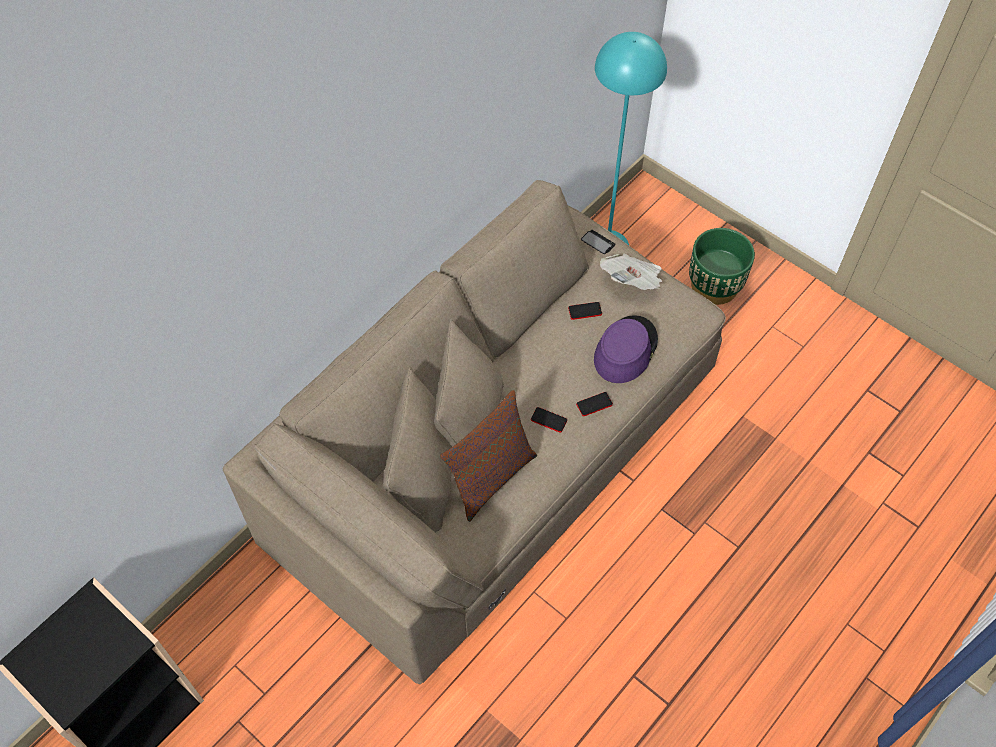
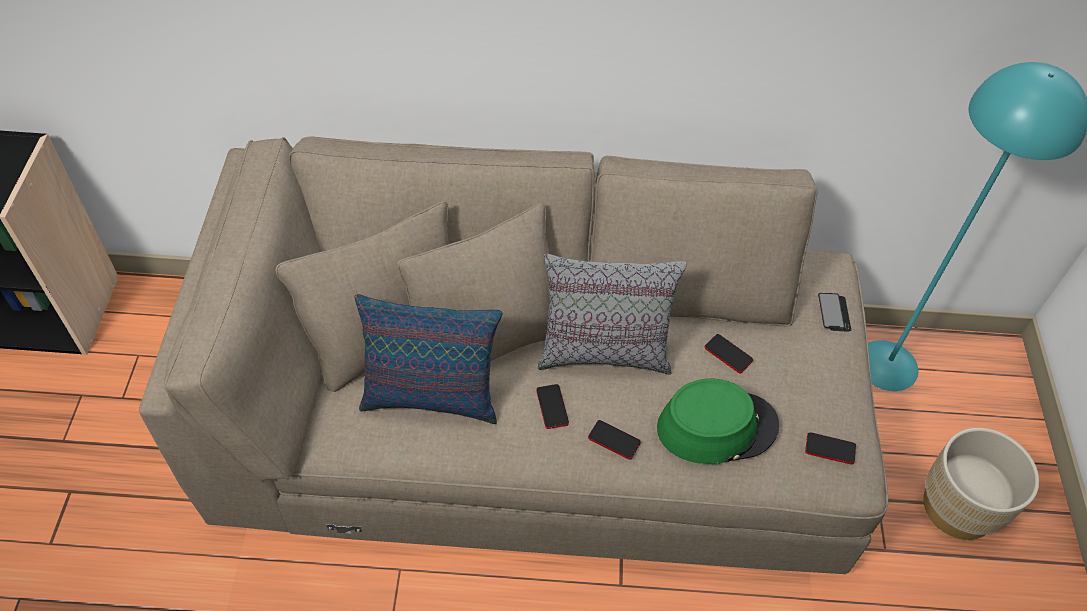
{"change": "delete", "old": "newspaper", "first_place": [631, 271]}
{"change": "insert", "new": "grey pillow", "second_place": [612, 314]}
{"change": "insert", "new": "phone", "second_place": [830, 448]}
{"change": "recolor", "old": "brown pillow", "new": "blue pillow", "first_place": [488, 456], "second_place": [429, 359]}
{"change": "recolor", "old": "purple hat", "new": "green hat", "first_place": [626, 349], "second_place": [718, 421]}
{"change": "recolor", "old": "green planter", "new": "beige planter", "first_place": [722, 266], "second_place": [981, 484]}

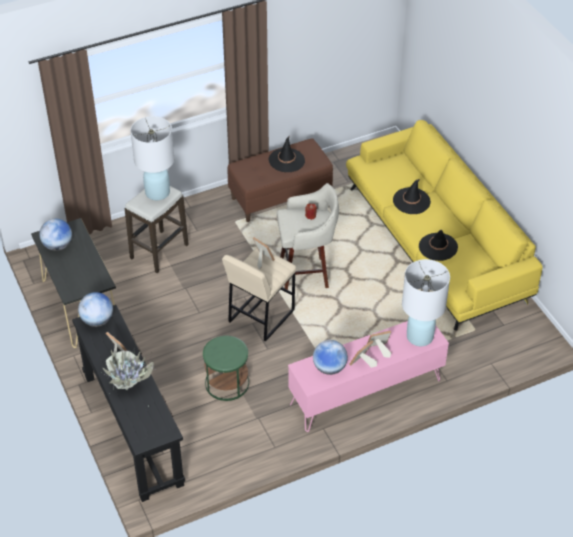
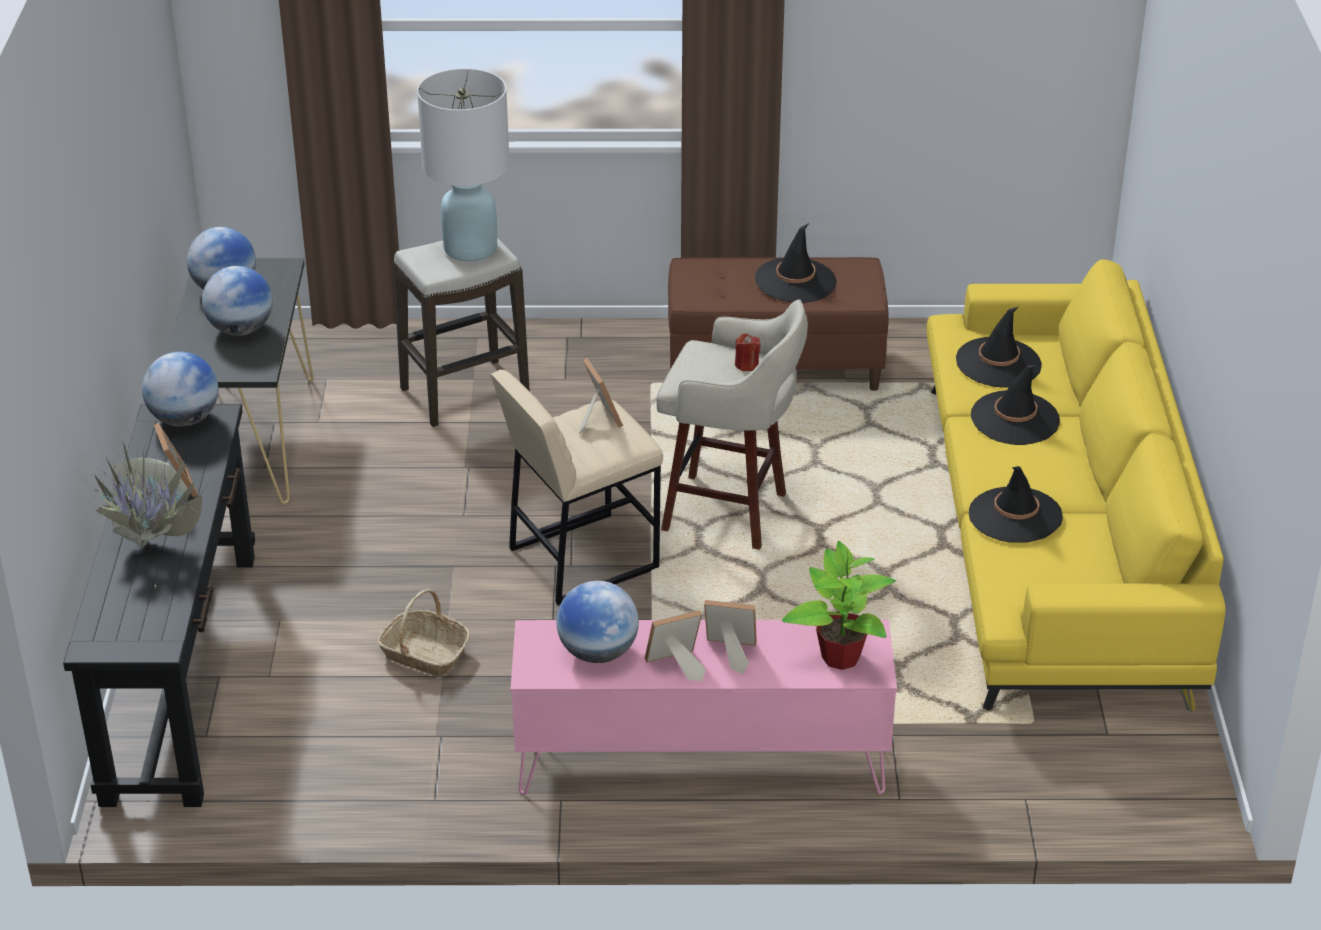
{"change": "insert", "new": "globe", "second_place": [237, 301]}
{"change": "insert", "new": "black hat", "second_place": [999, 347]}
{"change": "replace", "old": "green side table", "new": "basket", "first_place": [226, 368], "second_place": [423, 632]}
{"change": "replace", "old": "white table lamp", "new": "potted plant", "first_place": [426, 302], "second_place": [839, 605]}

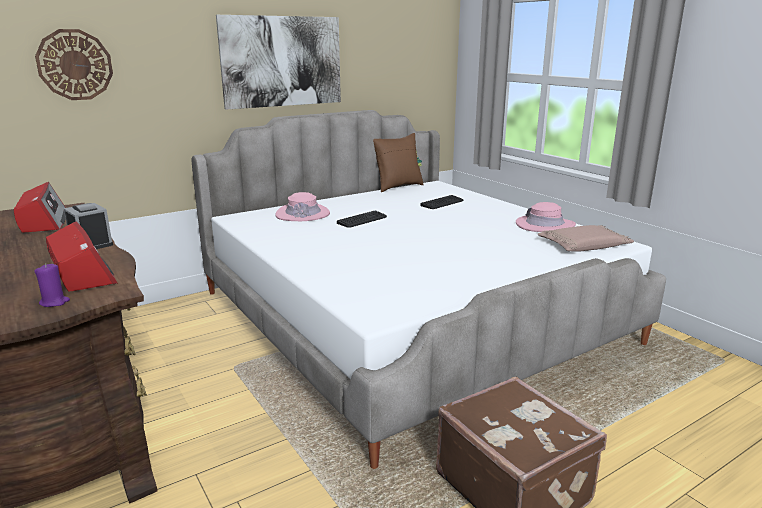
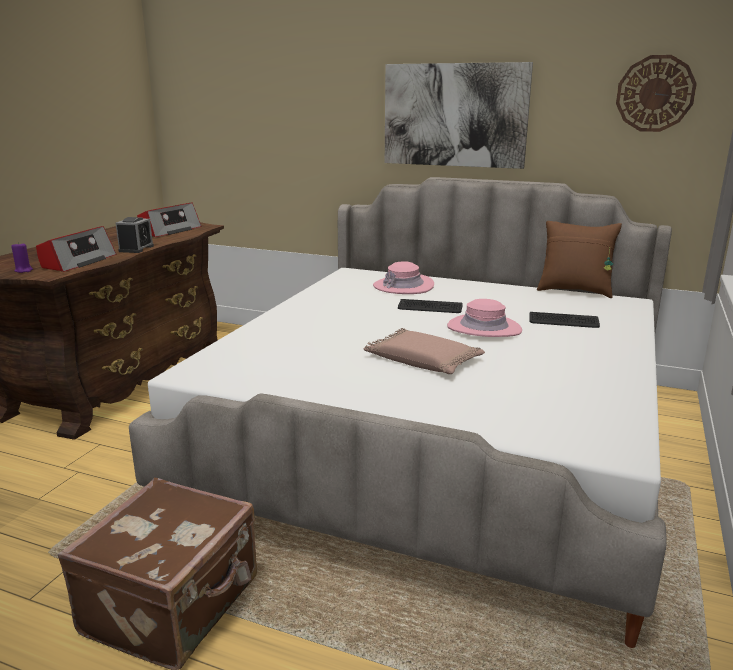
{"change": "move", "old": "wall clock", "first_place": [74, 64], "second_place": [656, 93]}
{"change": "move", "old": "pink hat", "first_place": [546, 217], "second_place": [484, 318]}
{"change": "move", "old": "beige pillow", "first_place": [586, 238], "second_place": [424, 351]}

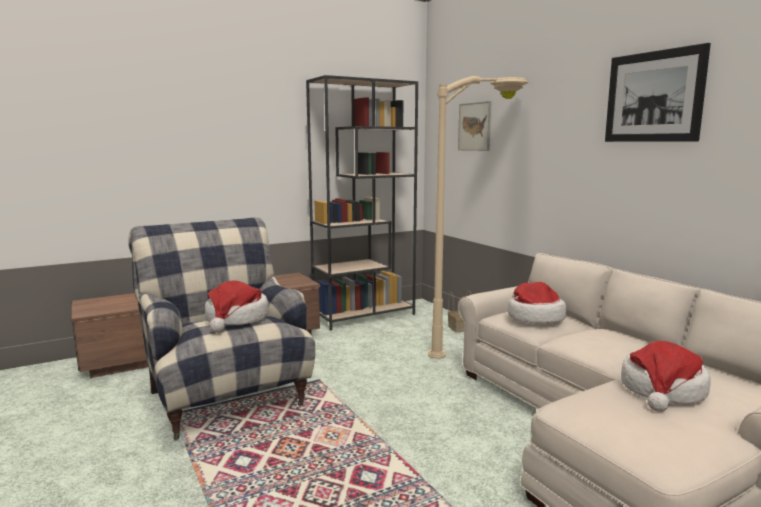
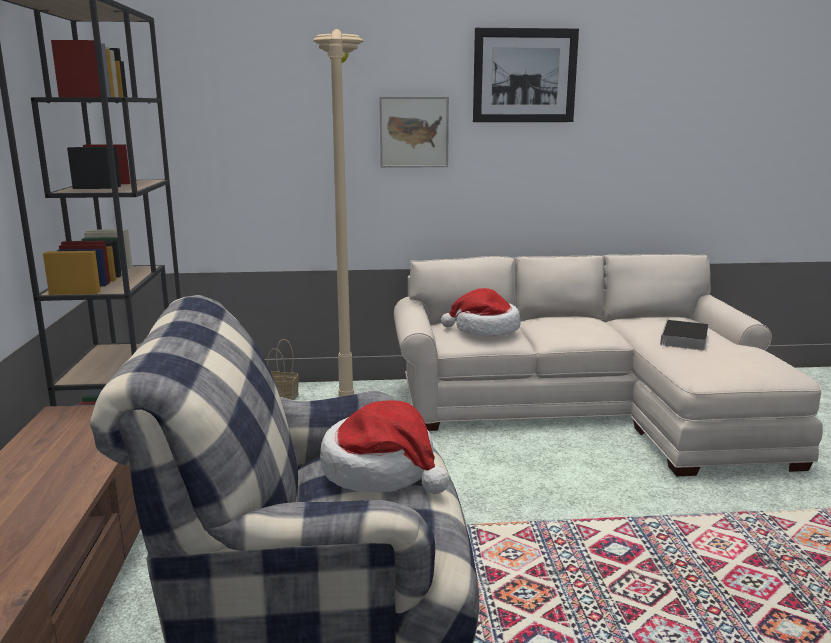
{"change": "move", "old": "picture", "first_place": [474, 126], "second_place": [414, 132]}
{"change": "replace", "old": "hat", "new": "book", "first_place": [666, 376], "second_place": [684, 335]}

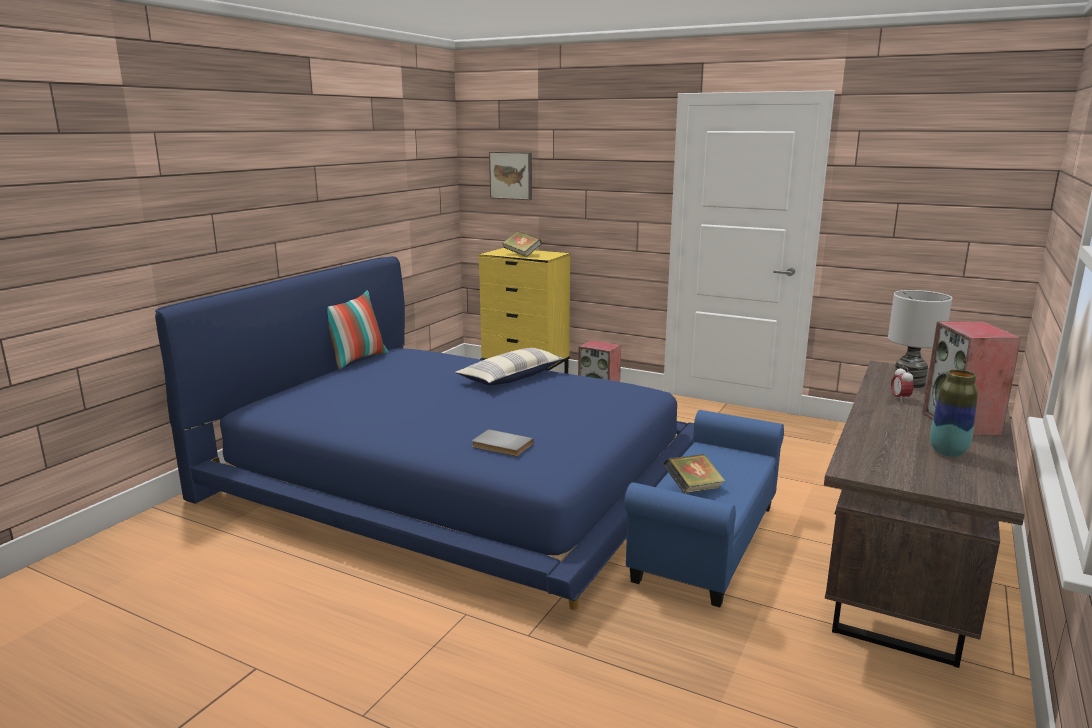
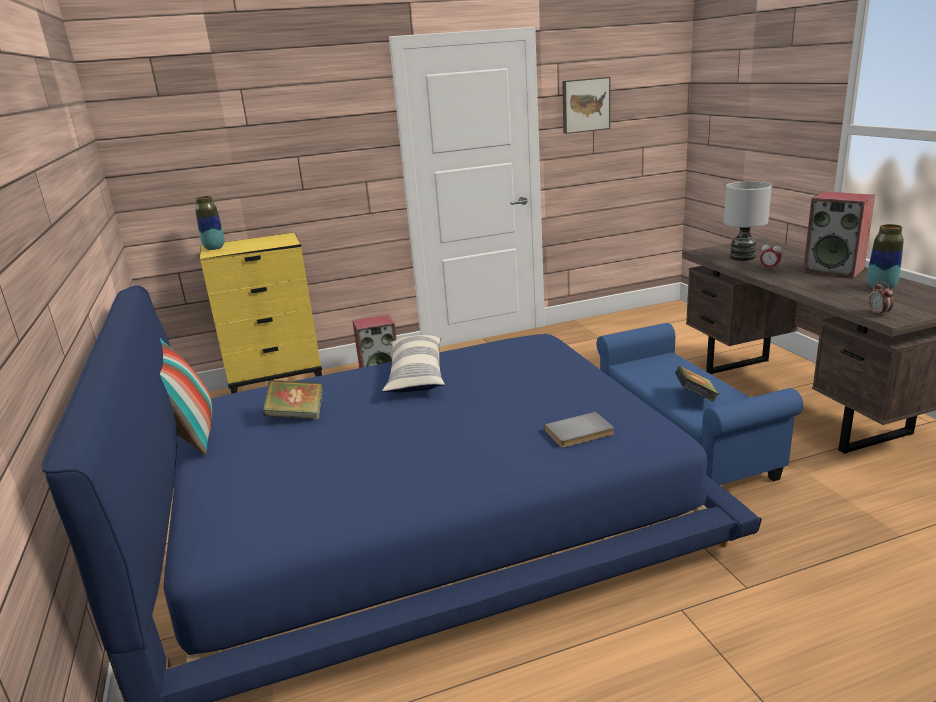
{"change": "insert", "new": "vase", "second_place": [209, 223]}
{"change": "insert", "new": "alarm clock", "second_place": [881, 298]}
{"change": "move", "old": "picture", "first_place": [510, 176], "second_place": [586, 105]}
{"change": "move", "old": "book", "first_place": [522, 244], "second_place": [293, 399]}

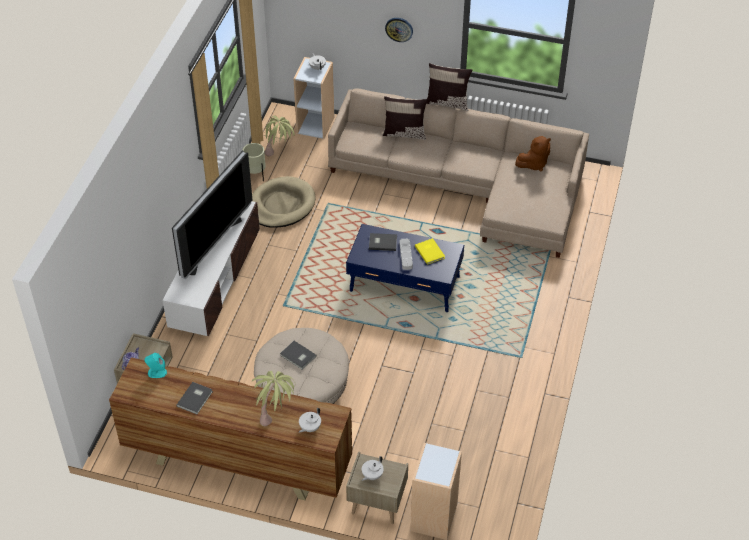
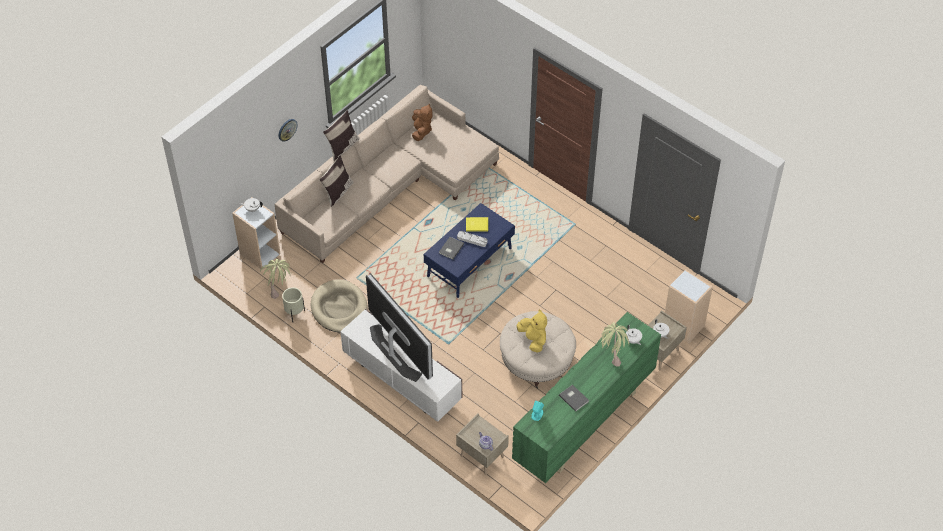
{"change": "replace", "old": "grey book", "new": "yellow plush toy", "first_place": [298, 355], "second_place": [531, 331]}
{"change": "recolor", "old": "brown cabinet", "new": "green cabinet", "first_place": [230, 428], "second_place": [586, 397]}

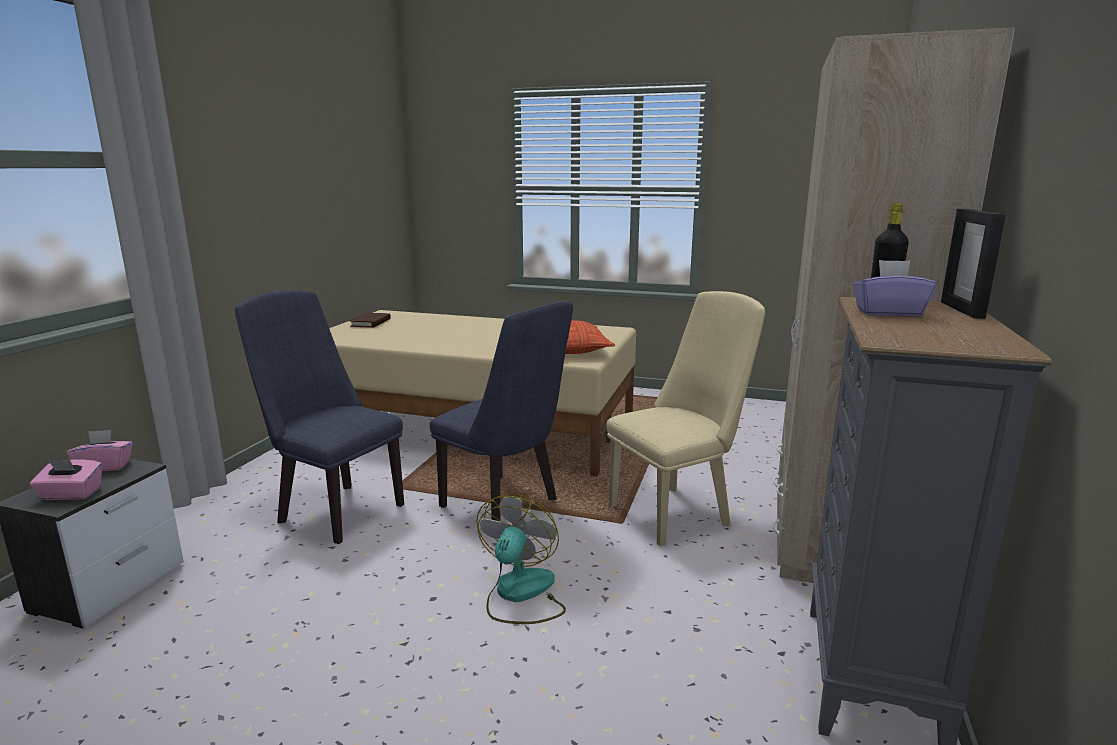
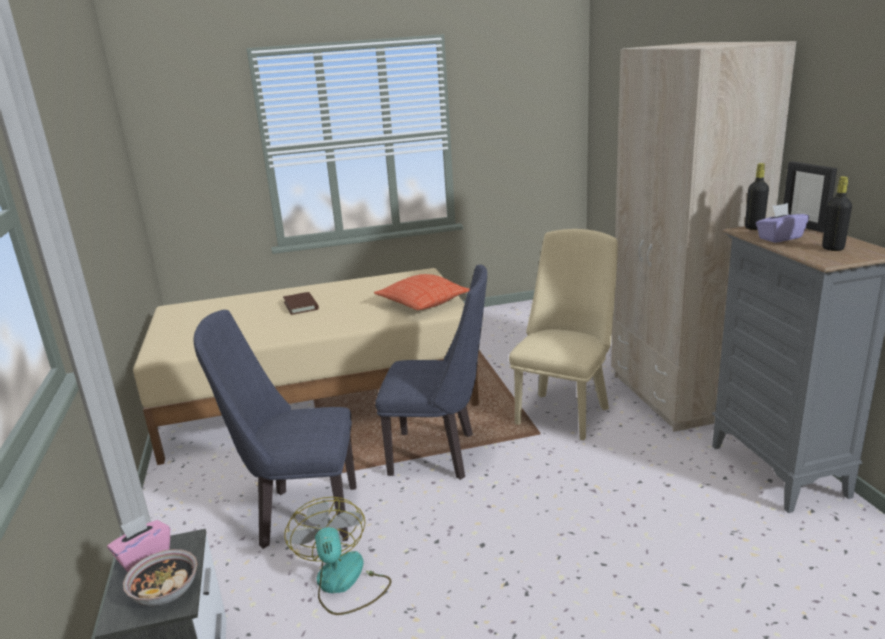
{"change": "insert", "new": "black bottle", "second_place": [837, 213]}
{"change": "move", "old": "brown book", "first_place": [370, 320], "second_place": [301, 303]}
{"change": "move", "old": "fan", "first_place": [521, 559], "second_place": [338, 556]}
{"change": "replace", "old": "pink tissue box", "new": "bowl", "first_place": [66, 479], "second_place": [160, 577]}

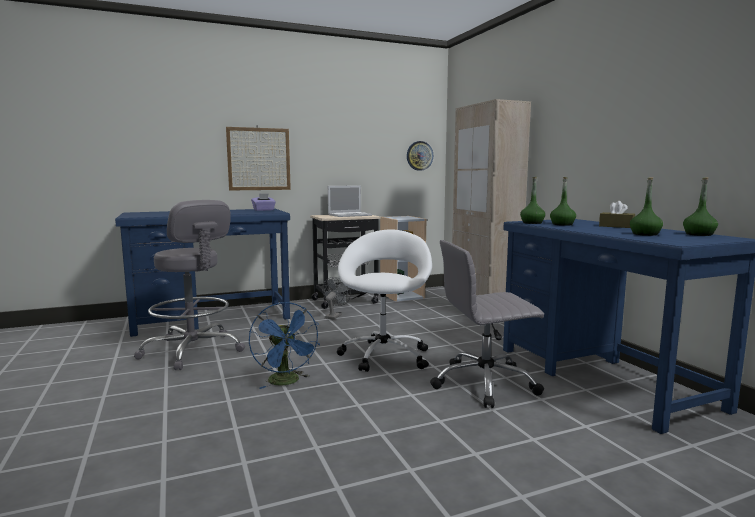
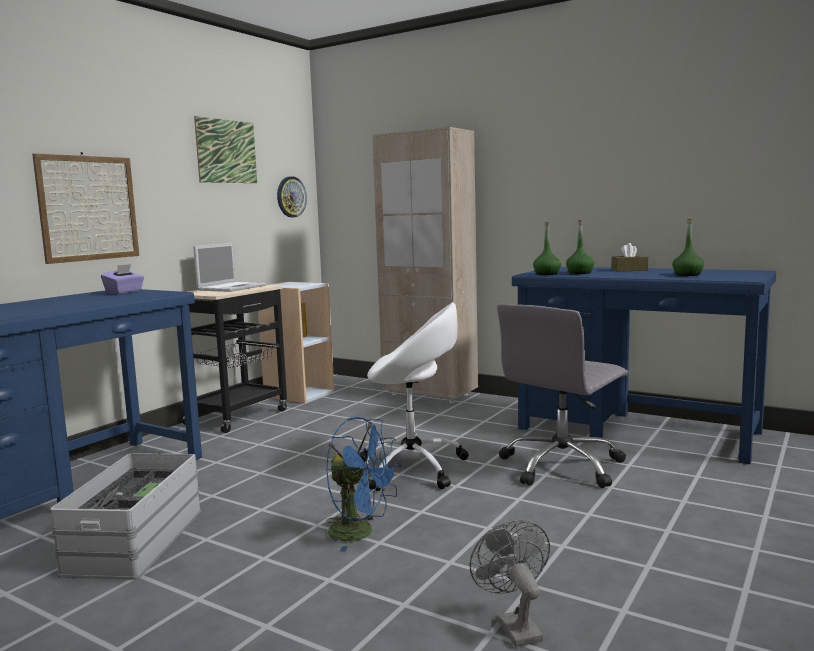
{"change": "delete", "old": "green bottle", "first_place": [700, 206]}
{"change": "insert", "new": "picture", "second_place": [225, 149]}
{"change": "move", "old": "grey fan", "first_place": [336, 298], "second_place": [510, 583]}
{"change": "replace", "old": "grey stool", "new": "grey storage box", "first_place": [189, 285], "second_place": [125, 516]}
{"change": "rotate", "old": "white office chair", "first_place": [384, 300], "second_place": [414, 396], "degrees": 120}

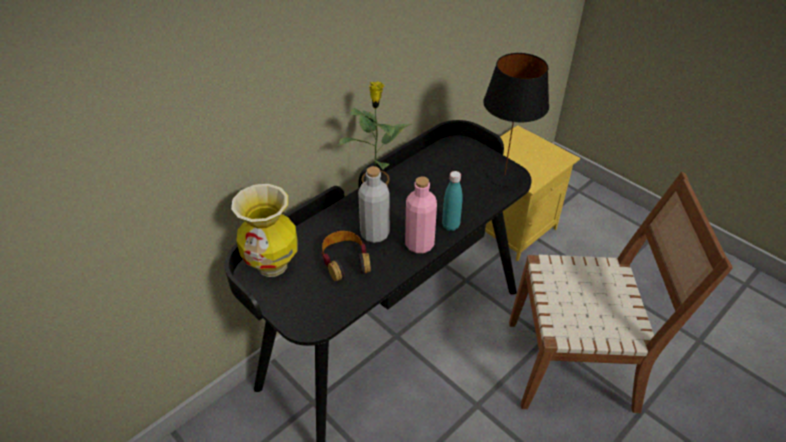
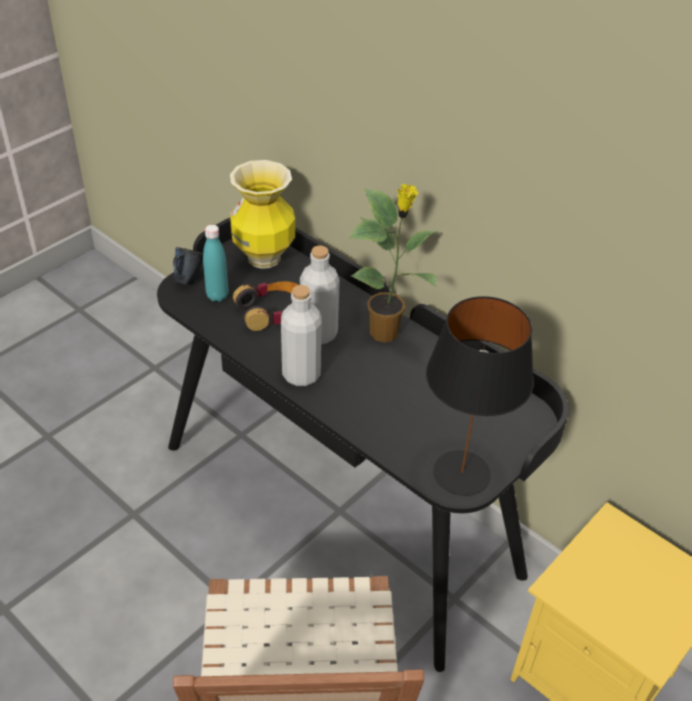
{"change": "insert", "new": "blue mug", "second_place": [188, 266]}
{"change": "move", "old": "turquoise bottle", "first_place": [452, 201], "second_place": [216, 263]}
{"change": "recolor", "old": "pink bottle", "new": "grey bottle", "first_place": [421, 215], "second_place": [301, 335]}

